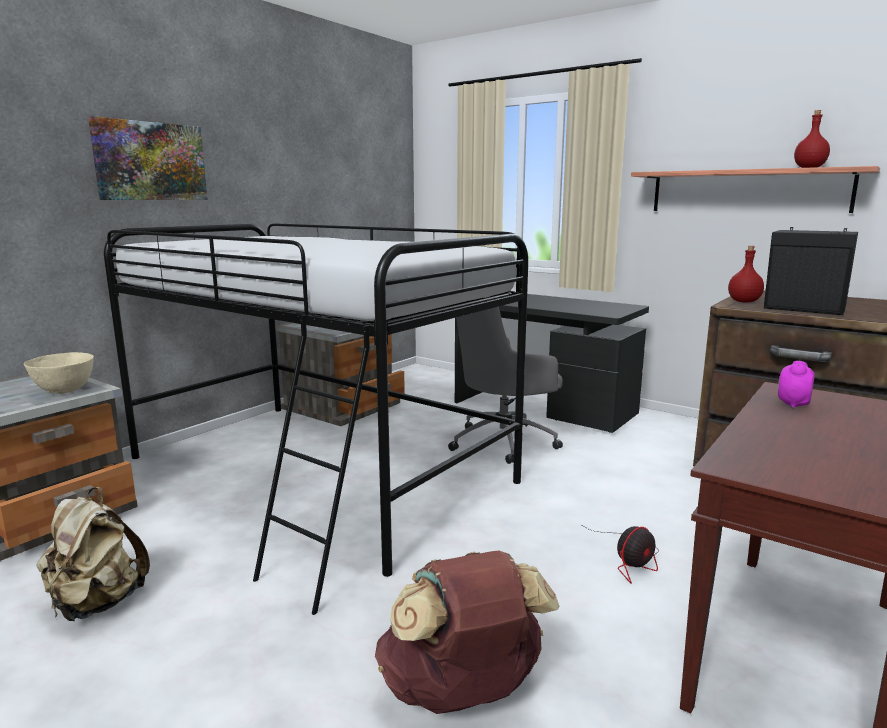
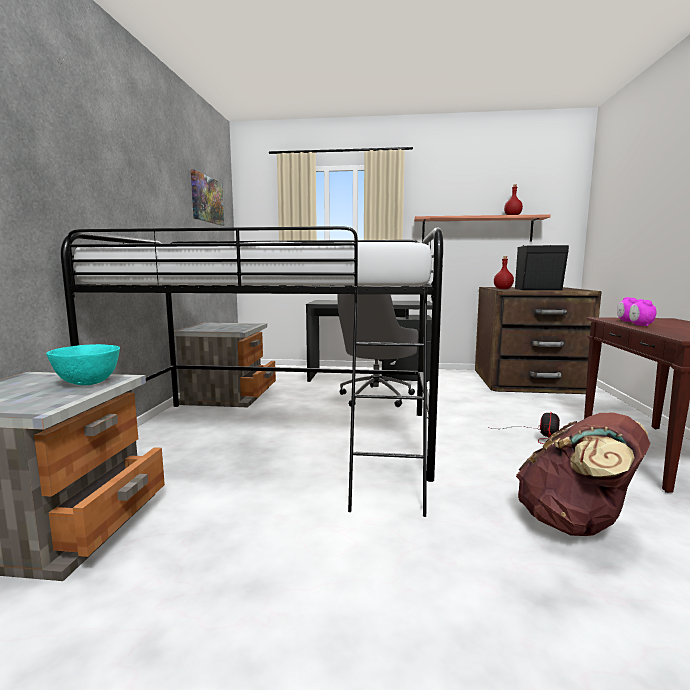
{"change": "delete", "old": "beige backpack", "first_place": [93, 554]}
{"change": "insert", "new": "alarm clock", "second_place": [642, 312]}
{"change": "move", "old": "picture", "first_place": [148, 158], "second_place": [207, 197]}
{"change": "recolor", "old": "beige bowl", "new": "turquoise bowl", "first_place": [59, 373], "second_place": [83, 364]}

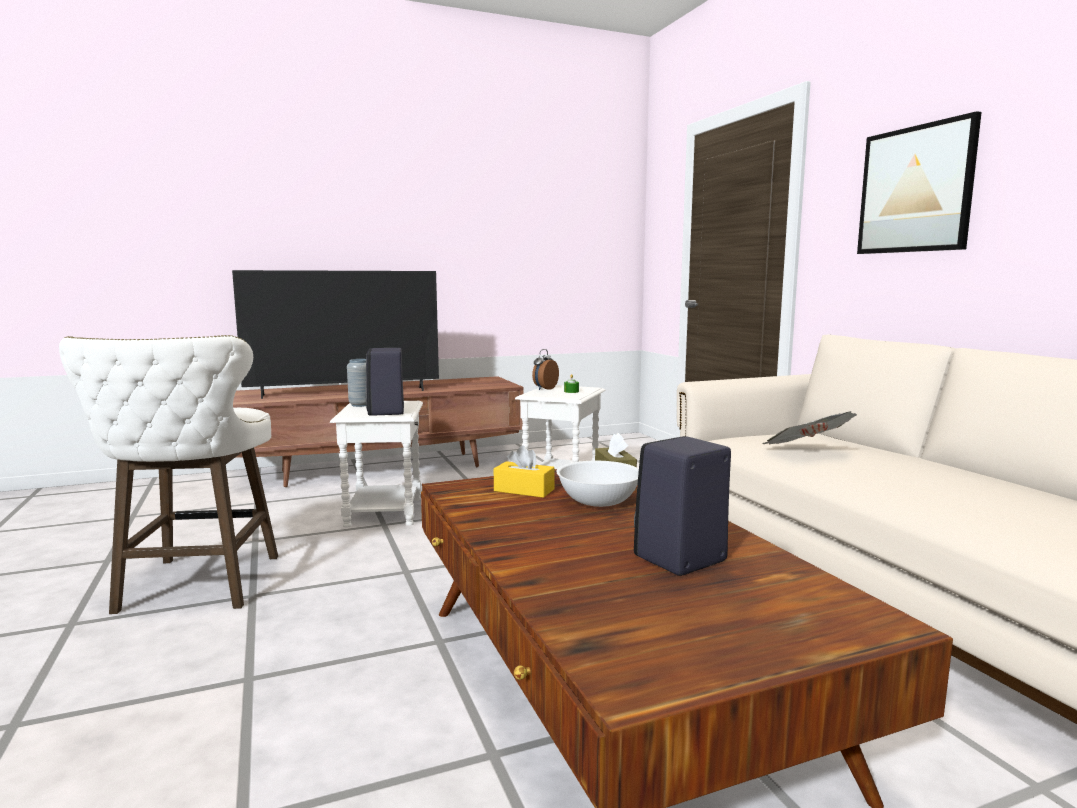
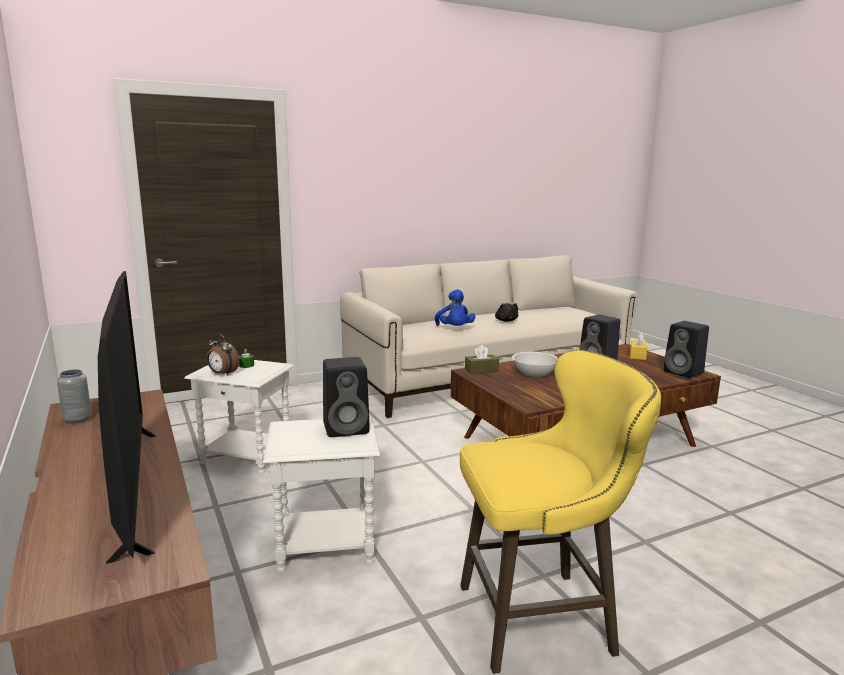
{"change": "delete", "old": "picture", "first_place": [919, 182]}
{"change": "insert", "new": "black plush toy", "second_place": [506, 312]}
{"change": "insert", "new": "black speaker", "second_place": [686, 349]}
{"change": "move", "old": "grey vase", "first_place": [356, 383], "second_place": [74, 396]}
{"change": "move", "old": "yellow tissue box", "first_place": [524, 472], "second_place": [638, 346]}
{"change": "replace", "old": "newspaper", "new": "blue plush toy", "first_place": [809, 427], "second_place": [455, 307]}
{"change": "recolor", "old": "white stool", "new": "yellow stool", "first_place": [168, 474], "second_place": [560, 512]}

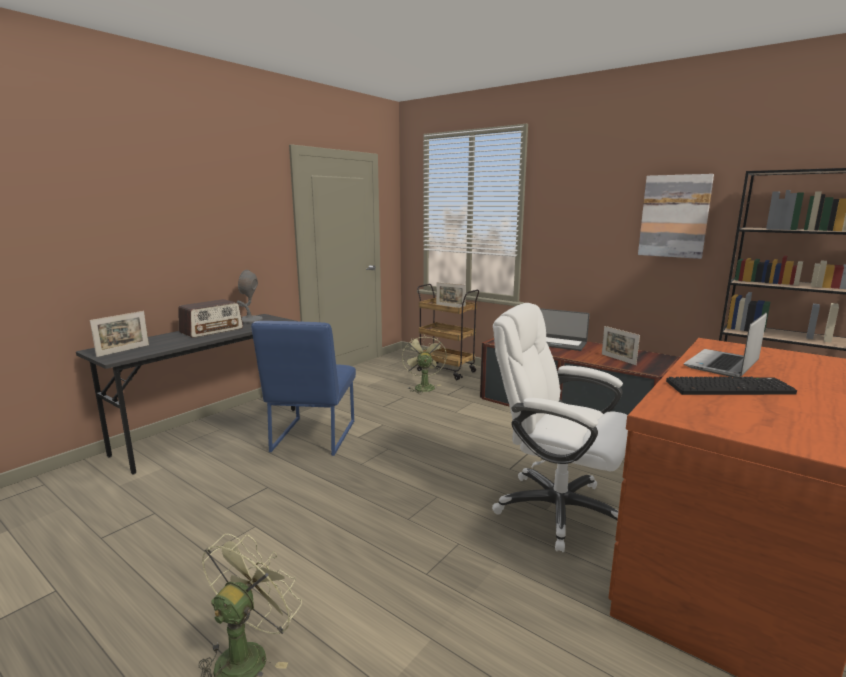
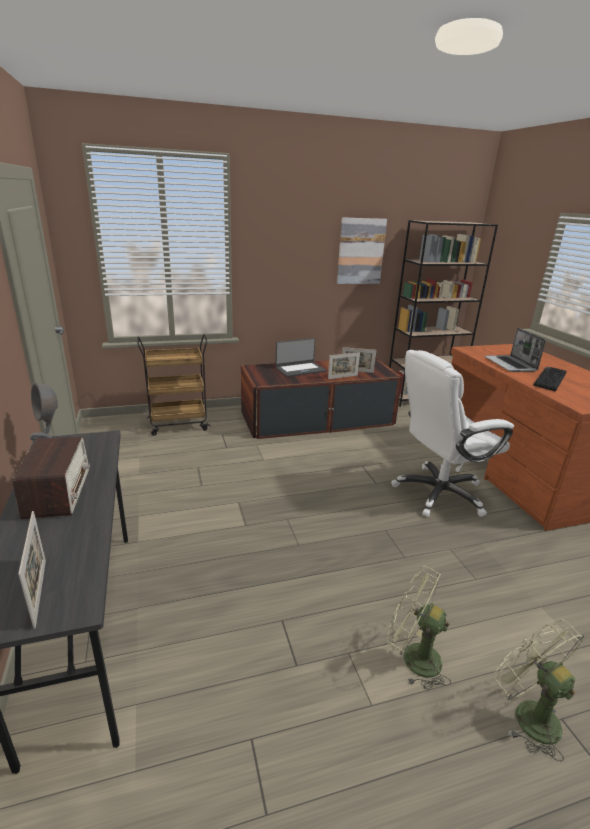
{"change": "delete", "old": "blue chair", "first_place": [303, 388]}
{"change": "move", "old": "green fan", "first_place": [424, 364], "second_place": [418, 628]}
{"change": "move", "old": "picture frame", "first_place": [451, 295], "second_place": [344, 365]}

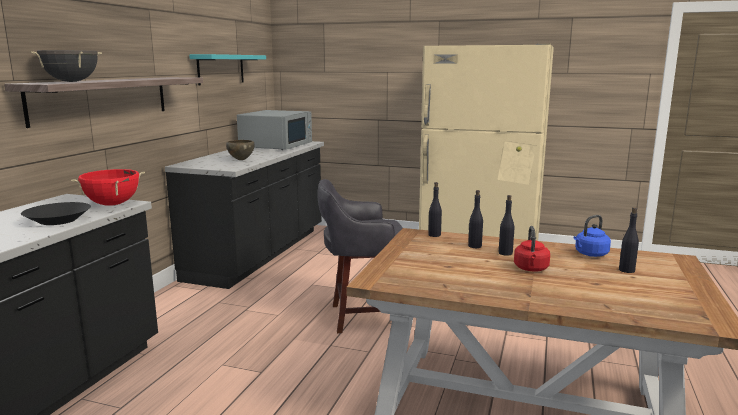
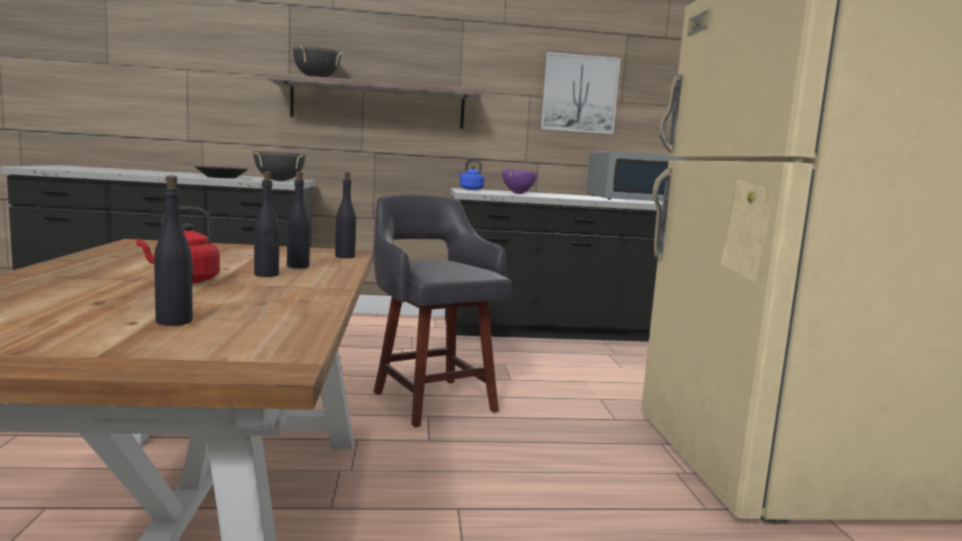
{"change": "move", "old": "blue kettle", "first_place": [592, 236], "second_place": [471, 174]}
{"change": "replace", "old": "turquoise shelf", "new": "picture", "first_place": [227, 69], "second_place": [581, 93]}
{"change": "recolor", "old": "red cooking pot", "new": "black cooking pot", "first_place": [108, 187], "second_place": [279, 166]}
{"change": "recolor", "old": "brown bowl", "new": "purple bowl", "first_place": [240, 150], "second_place": [519, 181]}

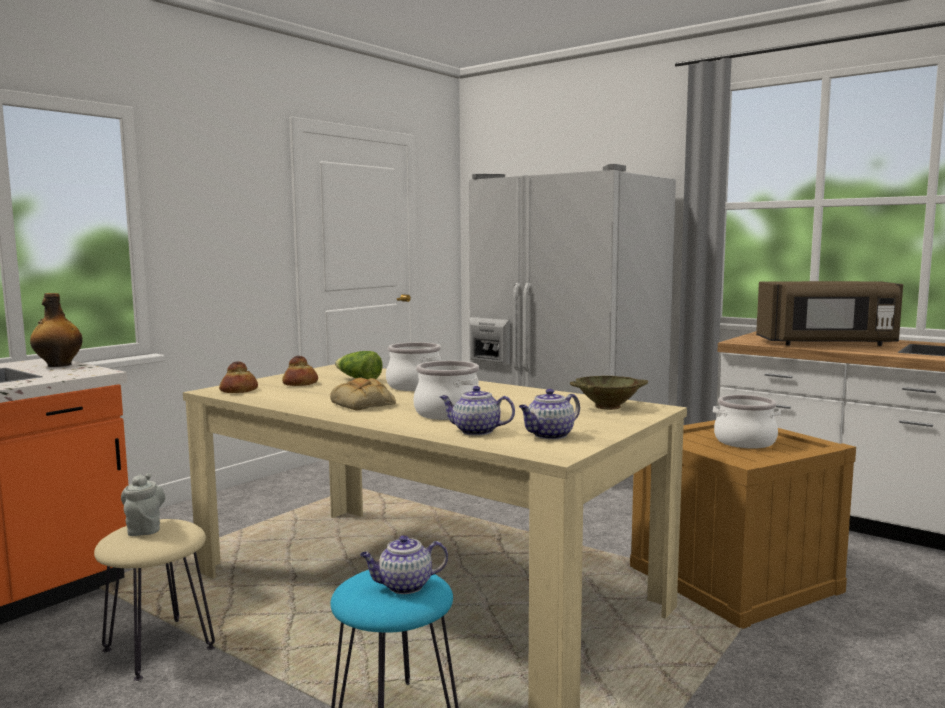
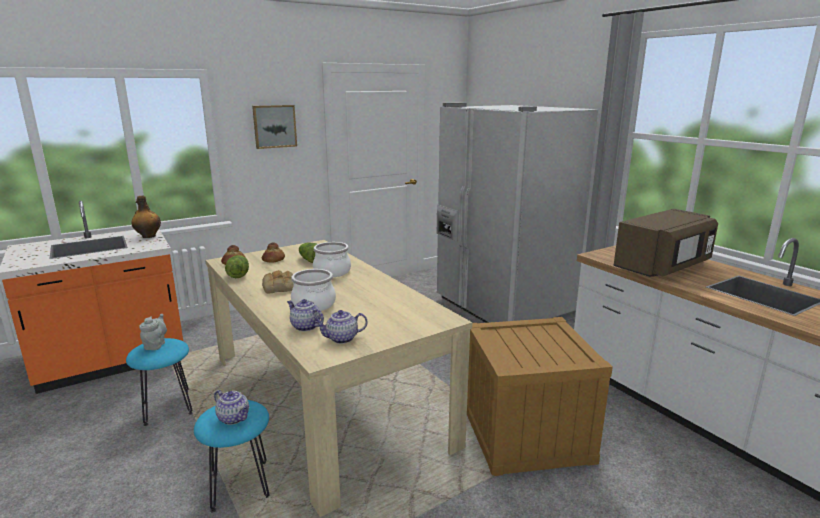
{"change": "delete", "old": "beige bowl", "first_place": [609, 393]}
{"change": "delete", "old": "cooking pot", "first_place": [747, 422]}
{"change": "insert", "new": "lettuce", "second_place": [237, 266]}
{"change": "insert", "new": "picture", "second_place": [274, 127]}
{"change": "recolor", "old": "beige stool", "new": "turquoise stool", "first_place": [154, 600], "second_place": [159, 382]}
{"change": "rotate", "old": "teapot", "first_place": [404, 564], "second_place": [231, 407], "degrees": -150}
{"change": "rotate", "old": "brown microwave", "first_place": [829, 313], "second_place": [665, 243], "degrees": -60}

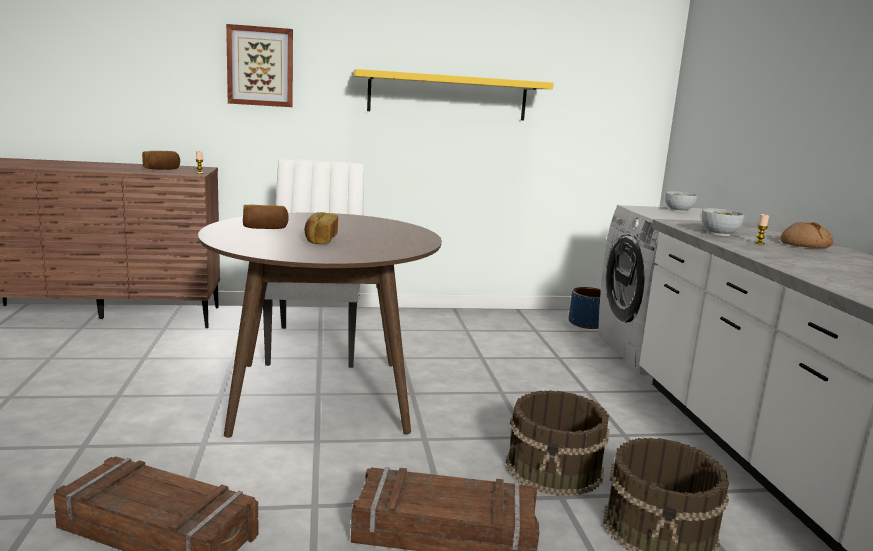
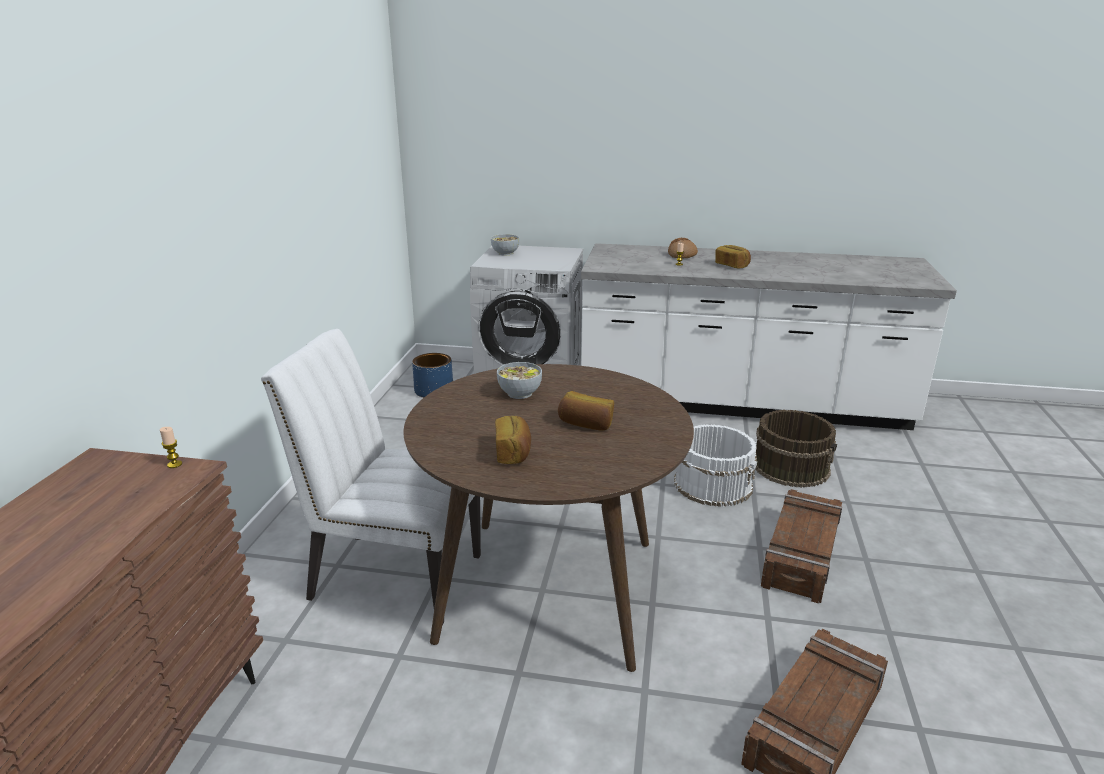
{"change": "delete", "old": "picture", "first_place": [259, 65]}
{"change": "delete", "old": "yellow shelf", "first_place": [454, 94]}
{"change": "move", "old": "bread", "first_place": [161, 160], "second_place": [733, 256]}
{"change": "move", "old": "bowl", "first_place": [723, 222], "second_place": [519, 380]}
{"change": "recolor", "old": "brown bucket", "new": "white bucket", "first_place": [558, 443], "second_place": [715, 465]}

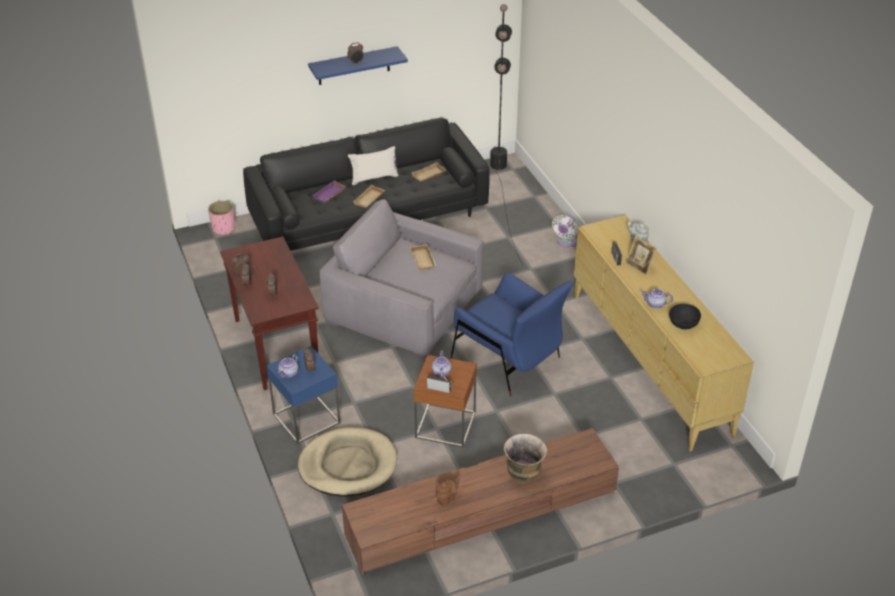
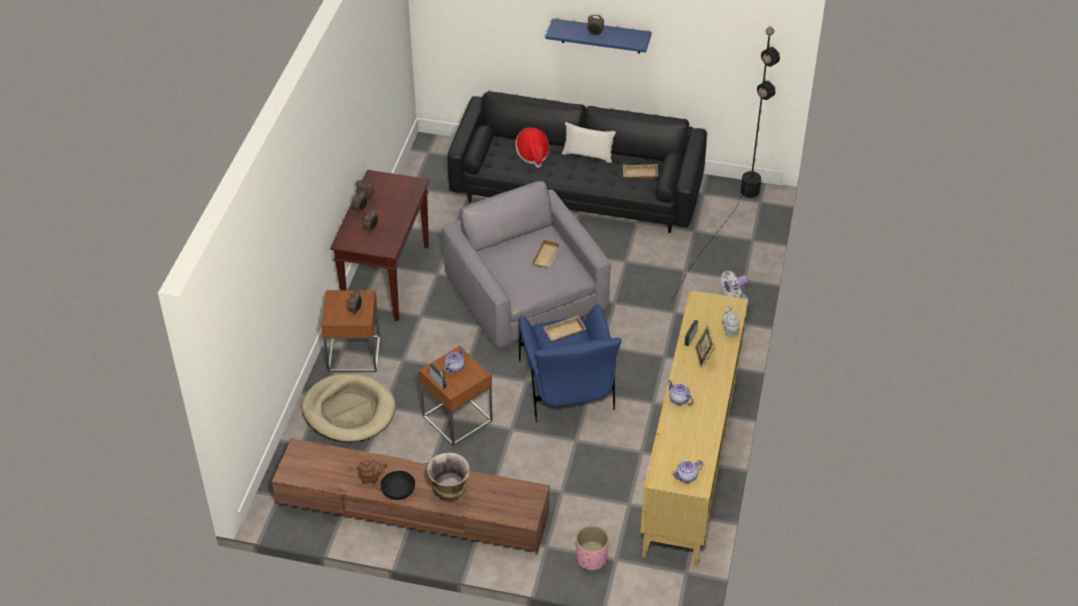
{"change": "move", "old": "pink planter", "first_place": [221, 218], "second_place": [592, 547]}
{"change": "move", "old": "teapot", "first_place": [288, 366], "second_place": [687, 471]}
{"change": "move", "old": "beige tray", "first_place": [369, 196], "second_place": [564, 328]}
{"change": "move", "old": "black bowl", "first_place": [685, 316], "second_place": [398, 485]}
{"change": "replace", "old": "purple tray", "new": "hat", "first_place": [329, 191], "second_place": [532, 147]}
{"change": "recolor", "old": "blue side table", "new": "brown side table", "first_place": [303, 395], "second_place": [350, 331]}

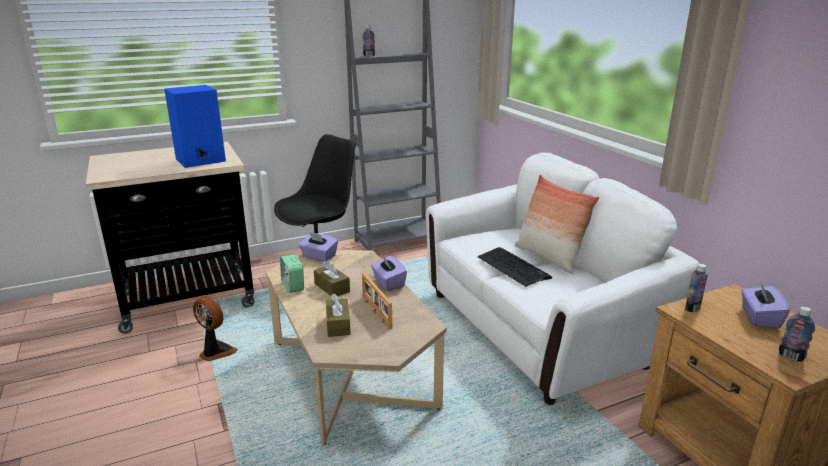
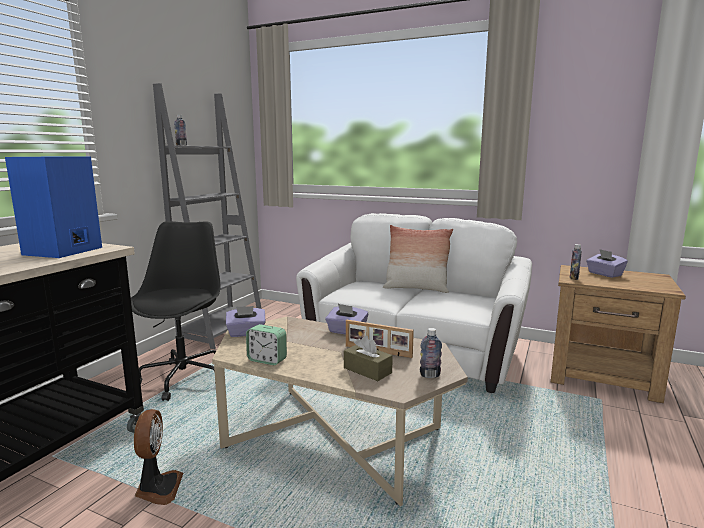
{"change": "delete", "old": "brown tissue box", "first_place": [332, 278]}
{"change": "delete", "old": "keyboard", "first_place": [514, 267]}
{"change": "move", "old": "bottle", "first_place": [797, 334], "second_place": [431, 353]}
{"change": "rotate", "old": "fan", "first_place": [215, 328], "second_place": [158, 457], "degrees": 90}

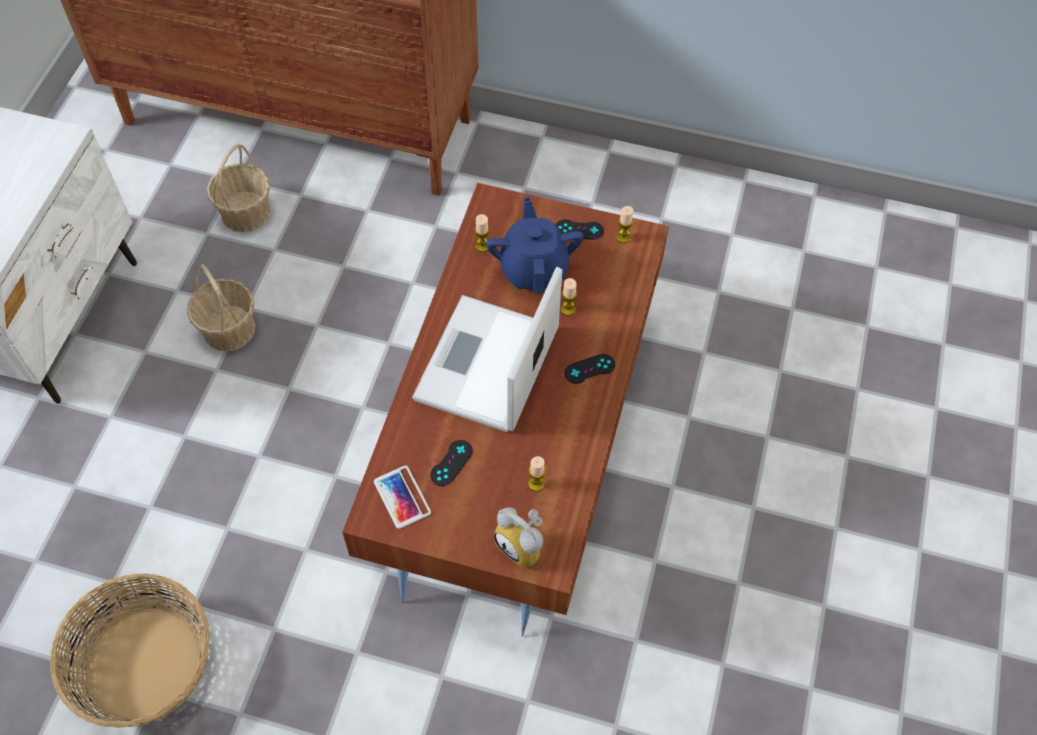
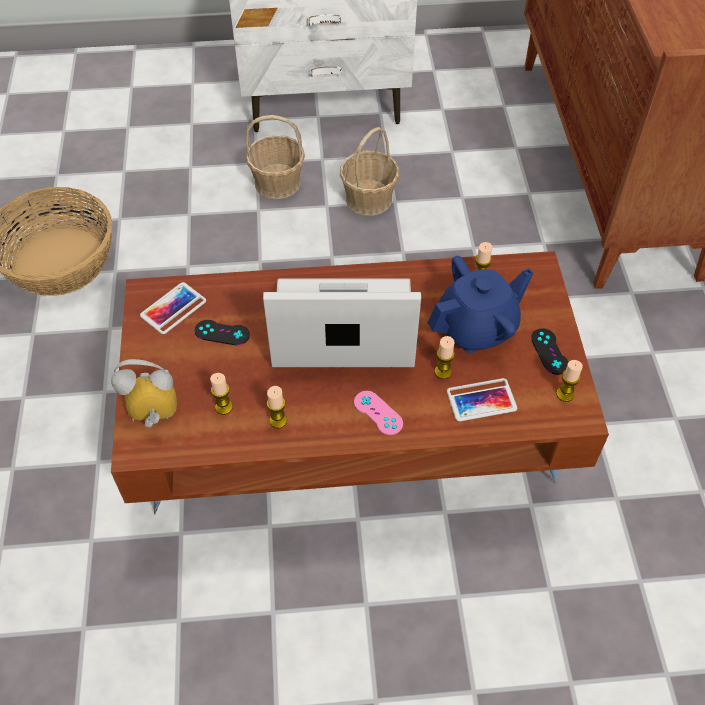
{"change": "insert", "new": "candle", "second_place": [277, 407]}
{"change": "insert", "new": "phone", "second_place": [482, 400]}
{"change": "move", "old": "basket", "first_place": [239, 188], "second_place": [275, 157]}
{"change": "recolor", "old": "black game controller", "new": "pink game controller", "first_place": [589, 369], "second_place": [378, 413]}
{"change": "rotate", "old": "alarm clock", "first_place": [518, 537], "second_place": [144, 393], "degrees": 60}

